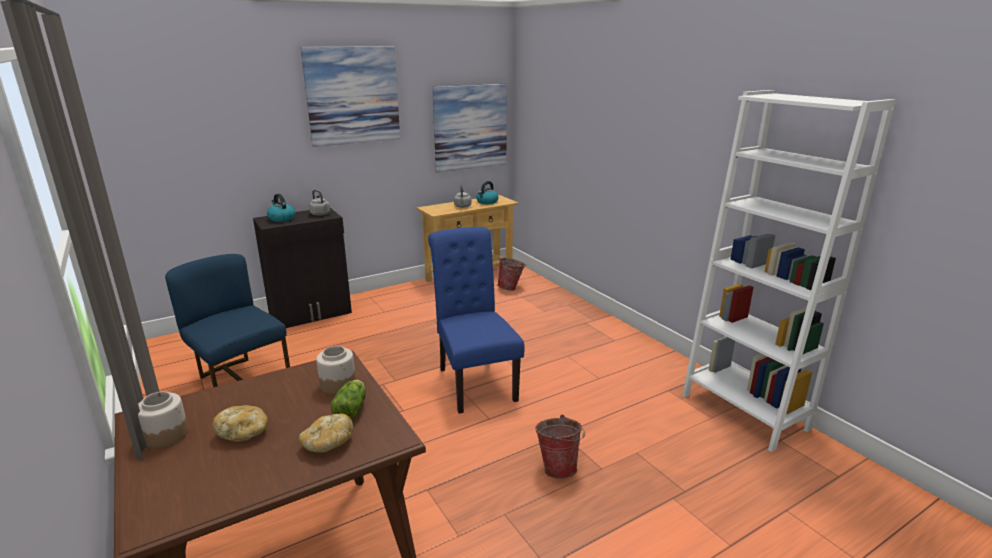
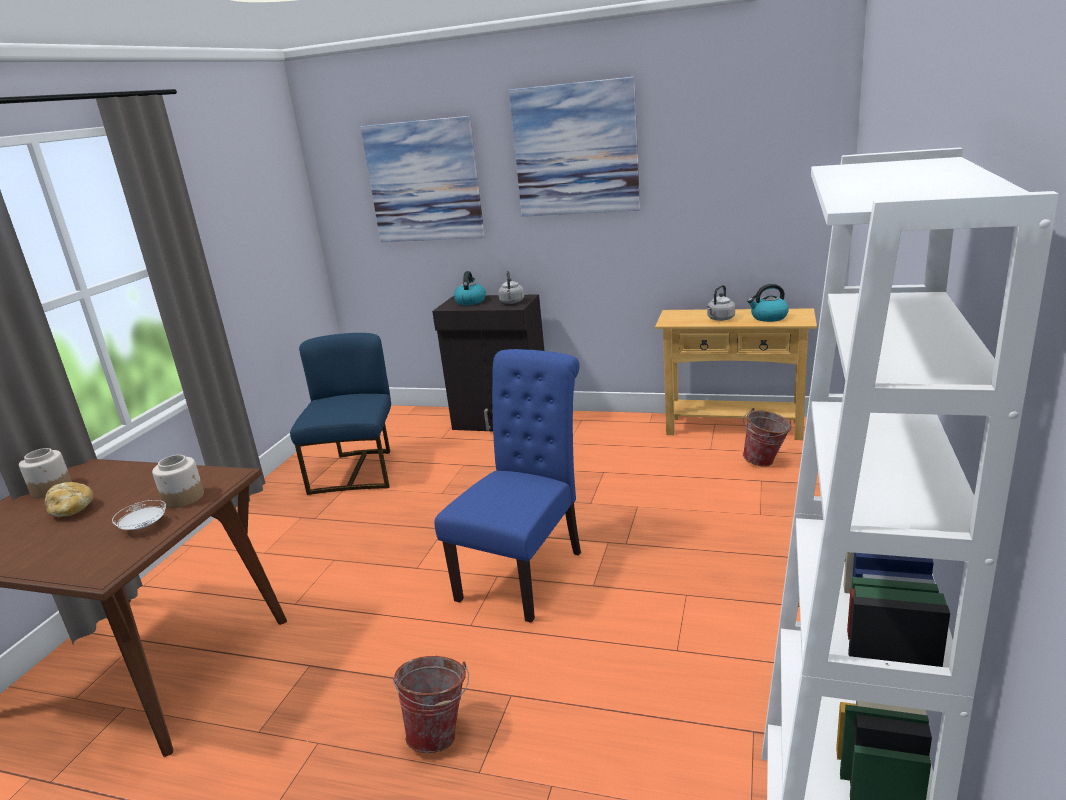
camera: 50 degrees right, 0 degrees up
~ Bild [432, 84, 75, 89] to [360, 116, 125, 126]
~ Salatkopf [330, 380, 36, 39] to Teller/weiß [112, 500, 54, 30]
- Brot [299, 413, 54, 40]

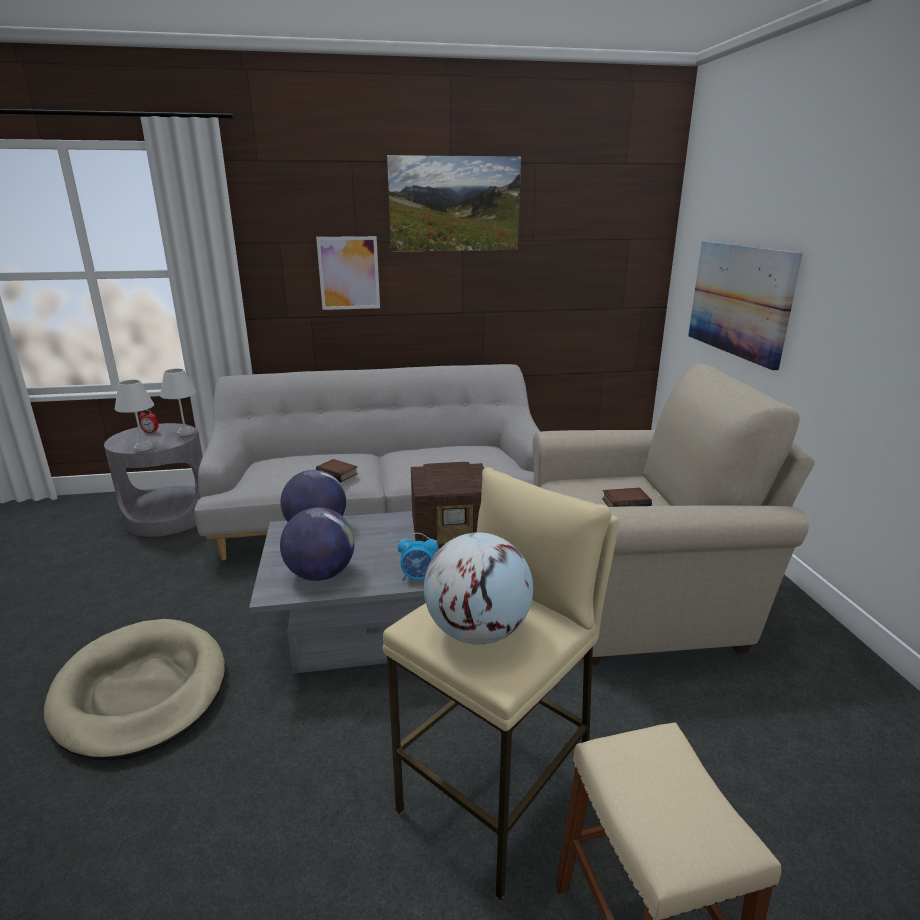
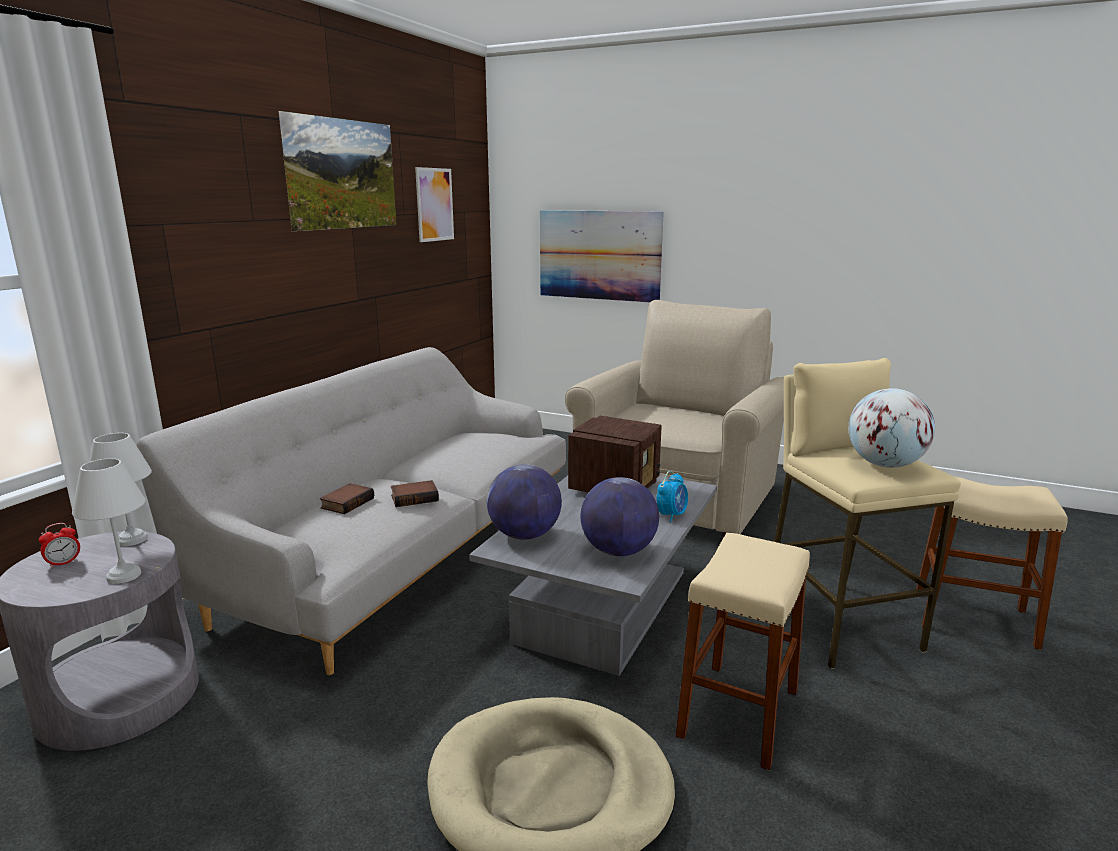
camera: 55 degrees left, 5 degrees down
~ Bild [316, 236, 64, 74] to [415, 167, 39, 75]
~ Buch [602, 488, 50, 19] to [320, 483, 54, 31]
+ Hocker/beige [676, 533, 134, 238]

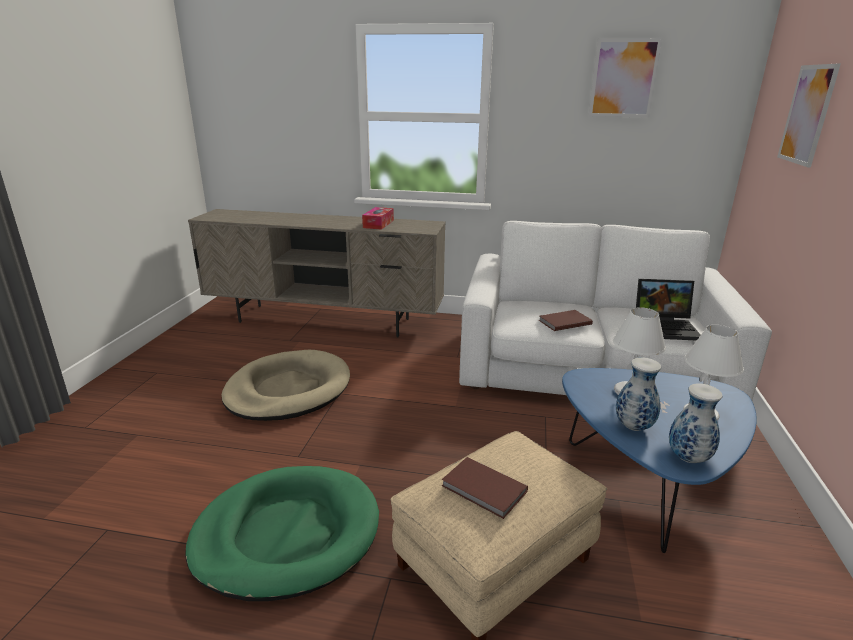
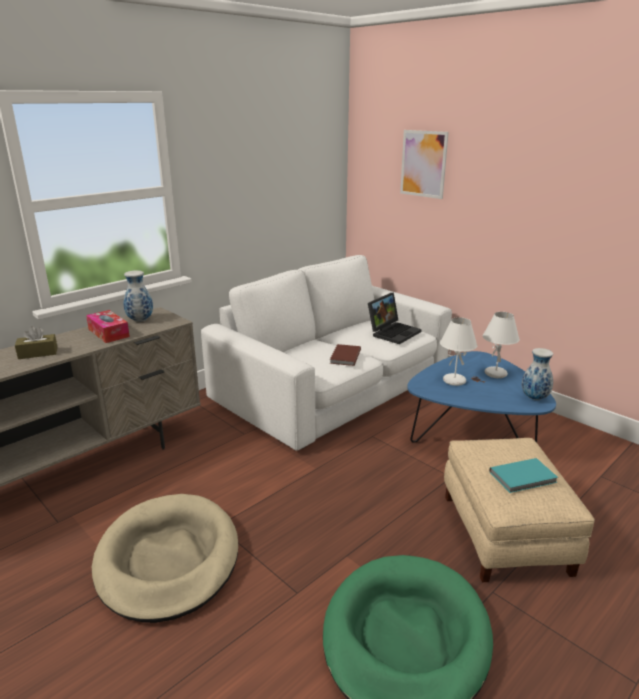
camera: 55 degrees left, 0 degrees up
- Bild [589, 38, 73, 80]
~ Vase [616, 357, 45, 74] to [123, 270, 30, 52]
~ Buch/braun [442, 457, 86, 62] to Buch/türkis [489, 458, 69, 35]
+ Taschentuchbox/braun [15, 326, 43, 33]

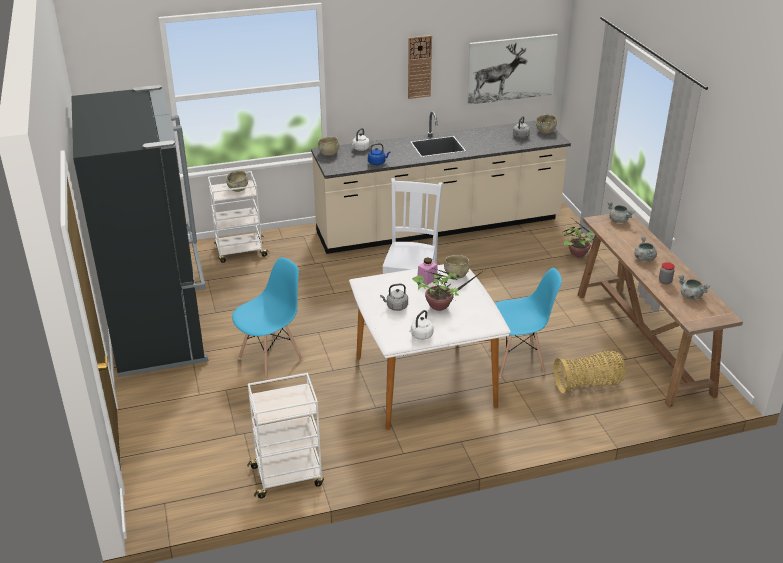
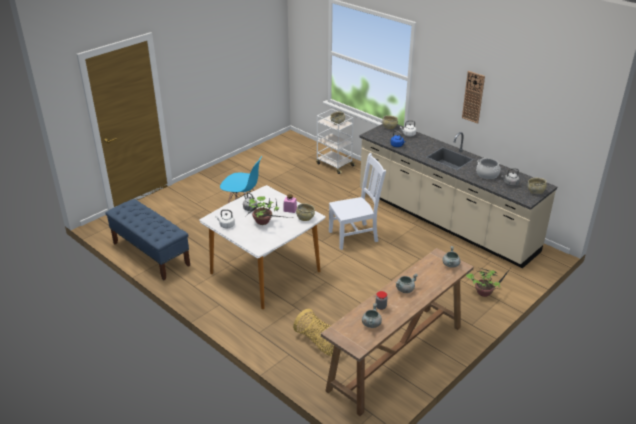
camera: 60 degrees right, 0 degrees up
- Bild [466, 34, 92, 71]
- Kühlschrank/schwarz [71, 85, 138, 292]
- Stuhl/blau [490, 268, 72, 110]
~ Rollwagen/weiß [247, 373, 77, 125] to Bank/blau [106, 199, 84, 81]
+ Kochtopf [476, 158, 25, 21]

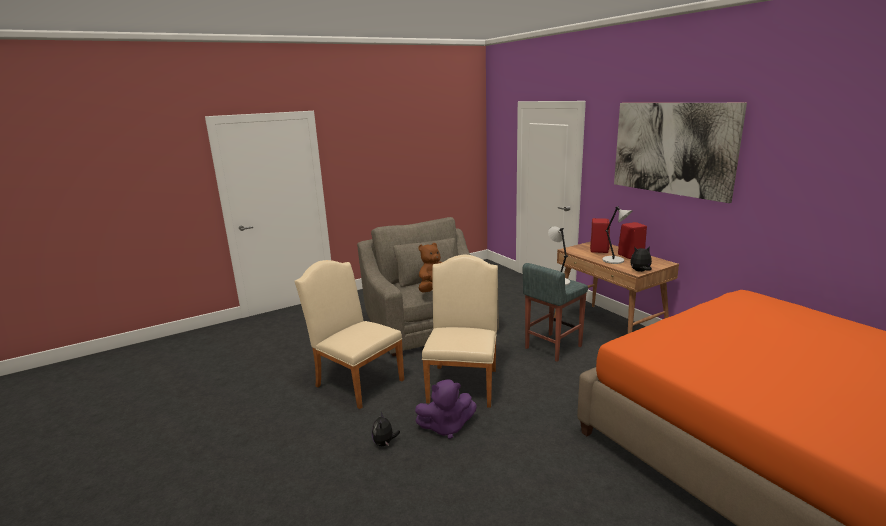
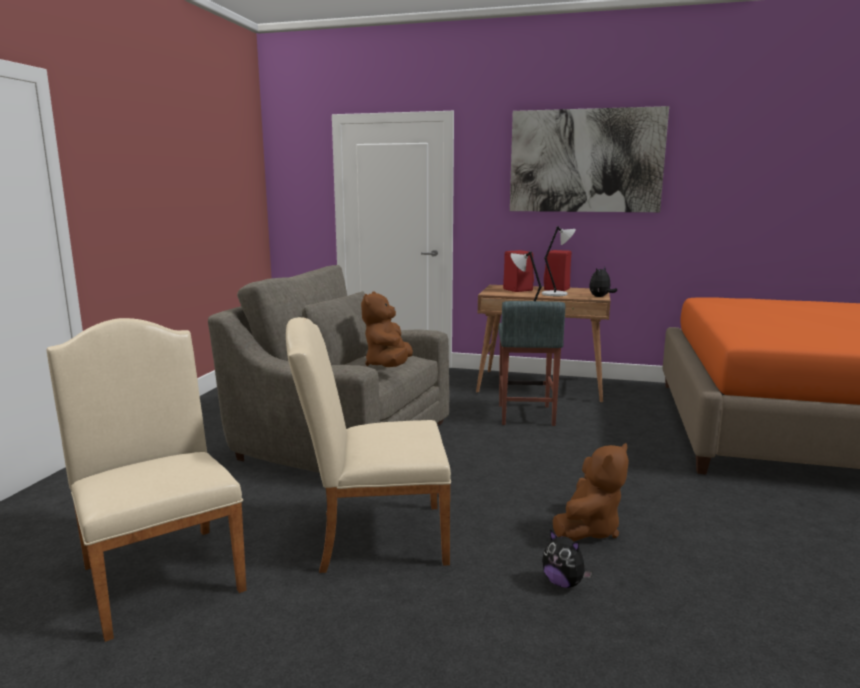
camera: 45 degrees left, 5 degrees down
~ Stuhl/beige [422, 255, 76, 153] to [47, 318, 200, 324]
~ Plüschtier/lila [415, 379, 62, 60] to Plüschtier/braun [553, 443, 76, 99]

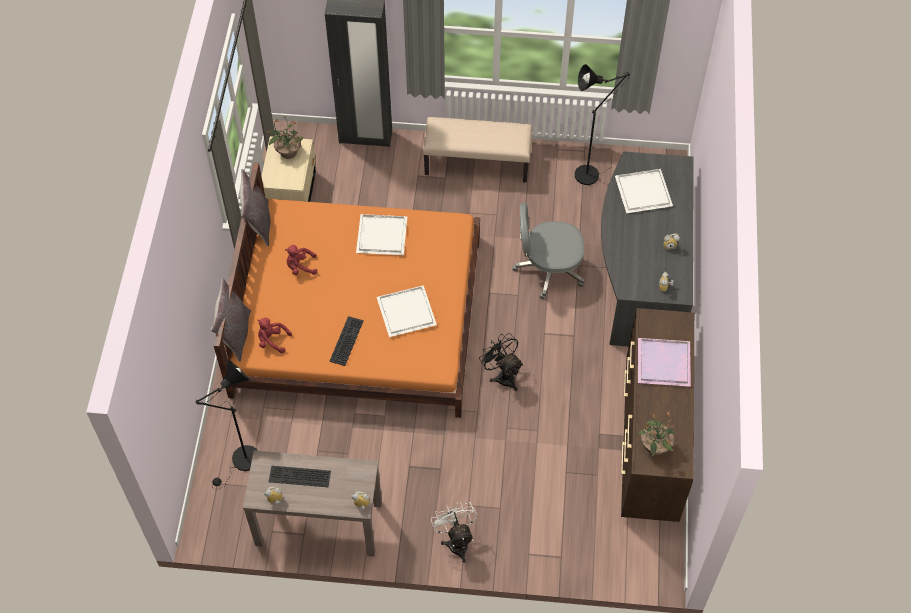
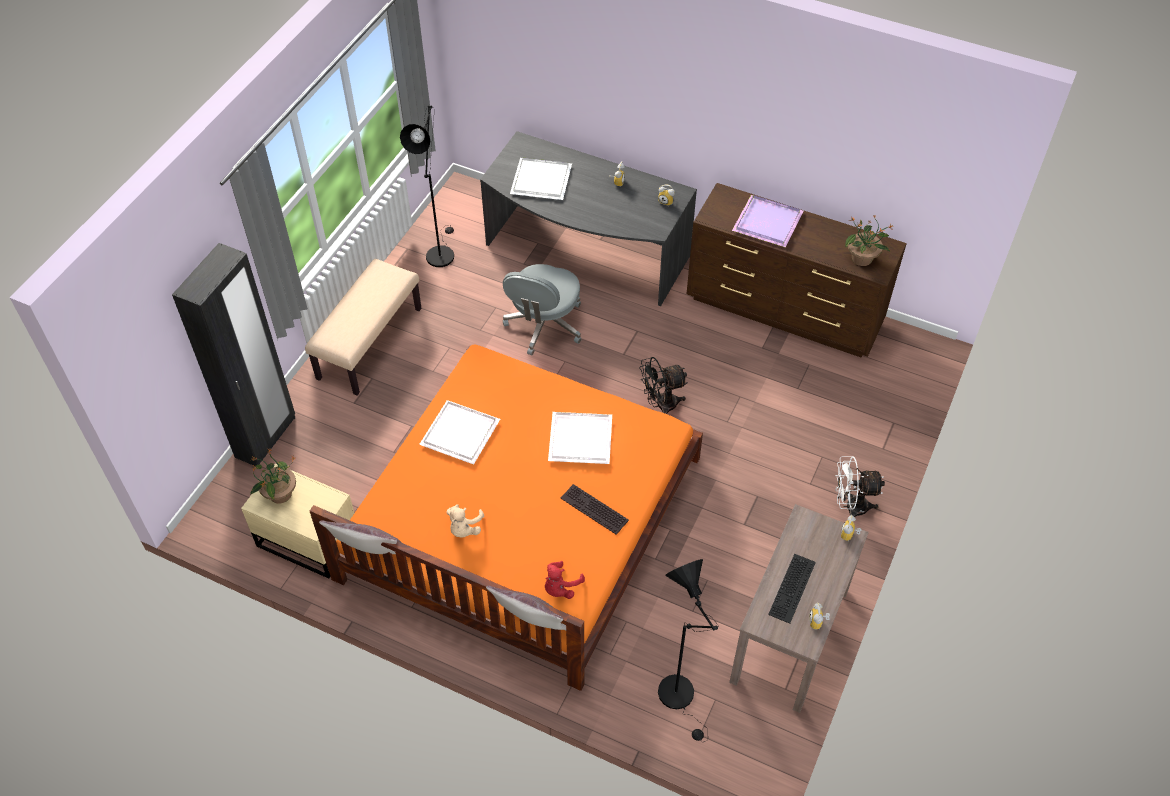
camera: 70 degrees left, 5 degrees down
~ Plüschtier/rot [285, 245, 32, 30] to Plüschtier/beige [446, 504, 38, 33]

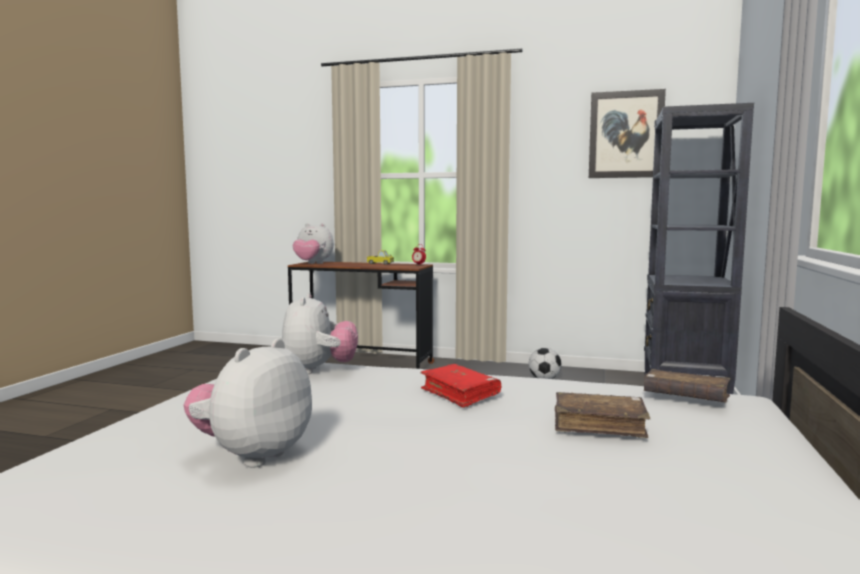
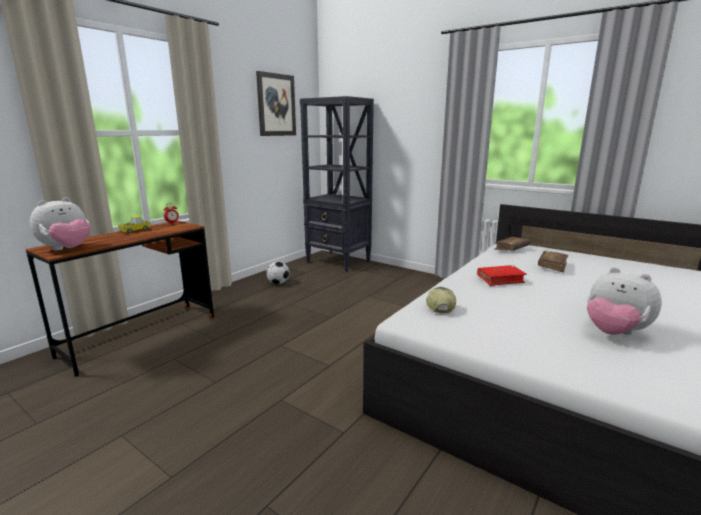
camera: 70 degrees left, 10 degrees up
~ Plüschtier [282, 293, 76, 81] to Kappe [426, 287, 30, 26]

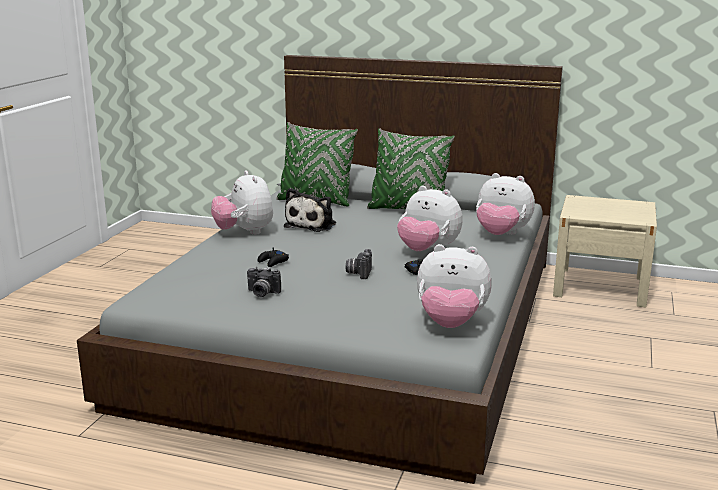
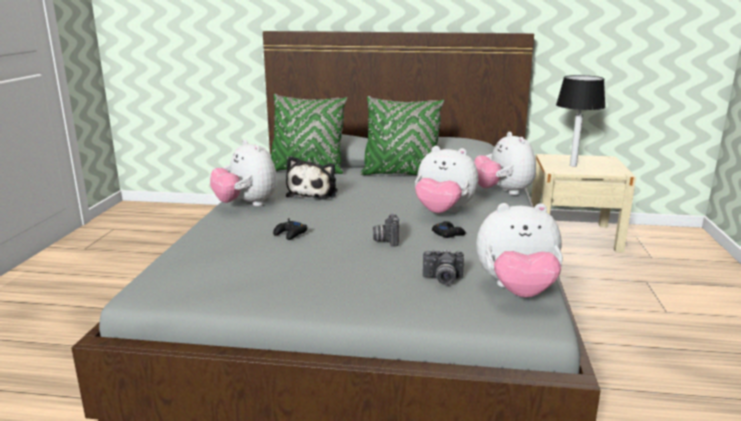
camera: 10 degrees left, 0 degrees up
~ Plüschtier [476, 173, 59, 62] = [474, 132, 62, 63] 60 degrees clockwise
~ Kamera [247, 267, 34, 30] to [423, 249, 41, 36]
+ Tischlampe [556, 75, 50, 92]

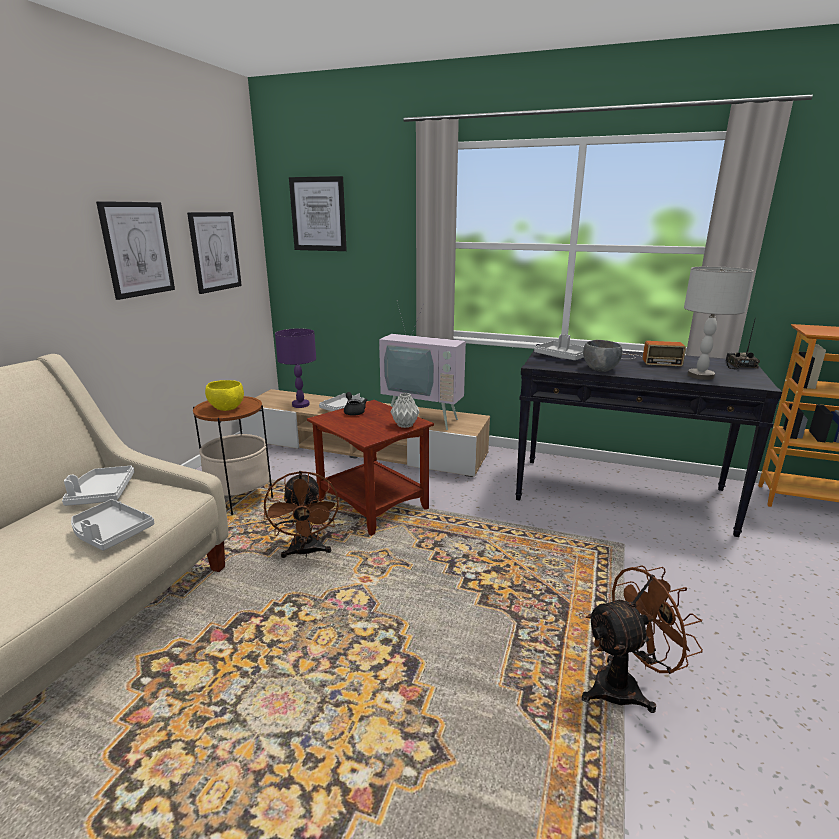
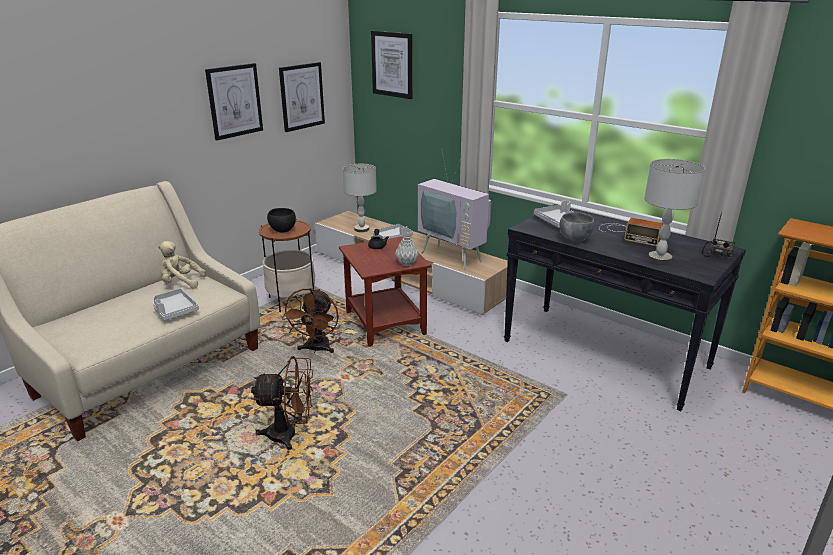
camera: 20 degrees right, 5 degrees up
~ Tischlampe/lila [275, 328, 41, 80] to Tischlampe/grau [343, 164, 34, 68]
~ Schüssel/gelb [205, 380, 39, 31] to Schüssel/schwarz [267, 208, 29, 24]
~ Tablett/weiß [62, 465, 72, 41] to Plüschtier/beige [158, 241, 48, 47]
~ Ventilator/braun [582, 566, 121, 147] to [251, 356, 63, 94]

